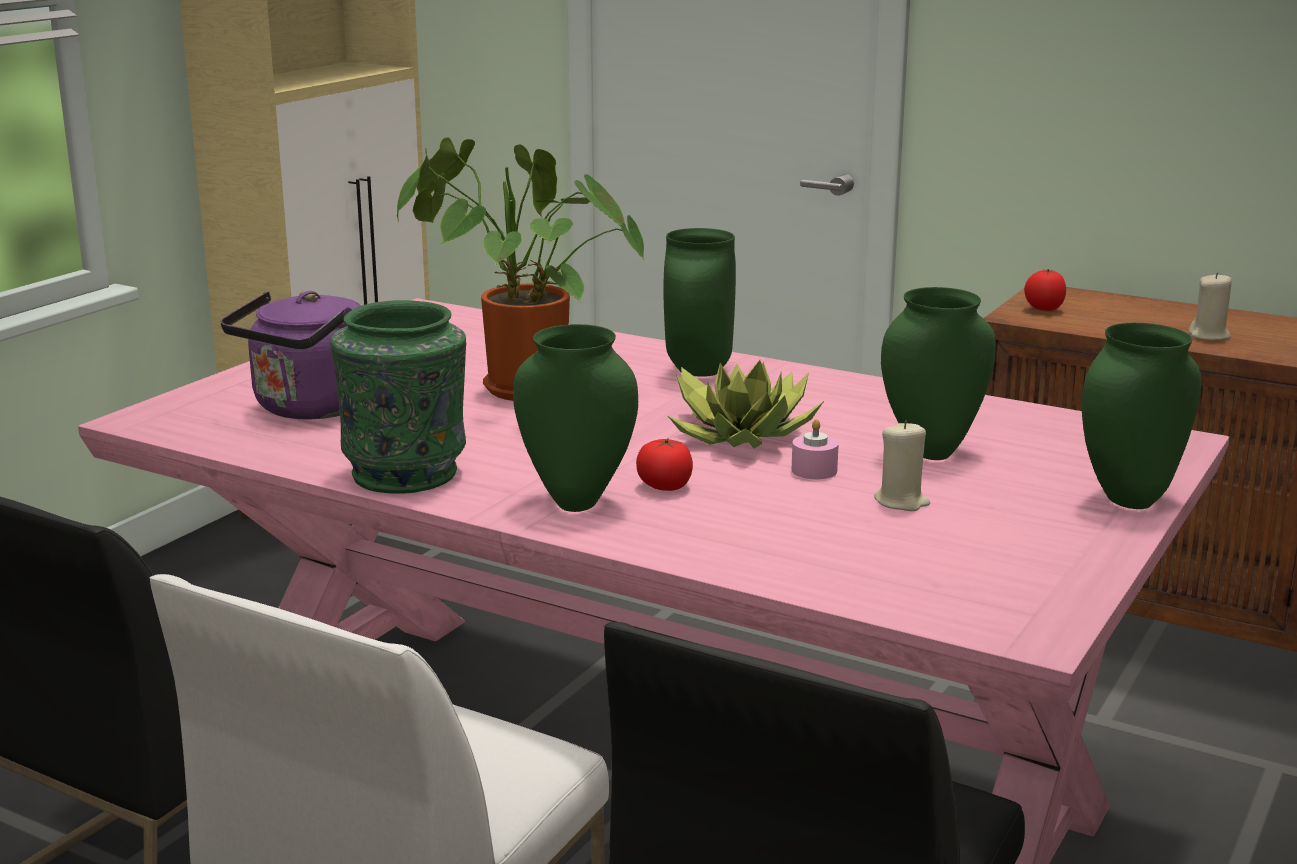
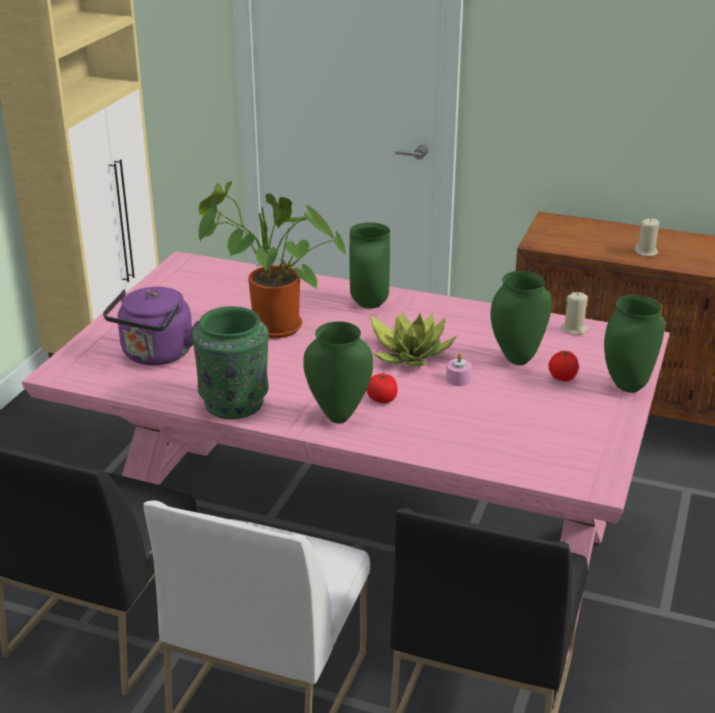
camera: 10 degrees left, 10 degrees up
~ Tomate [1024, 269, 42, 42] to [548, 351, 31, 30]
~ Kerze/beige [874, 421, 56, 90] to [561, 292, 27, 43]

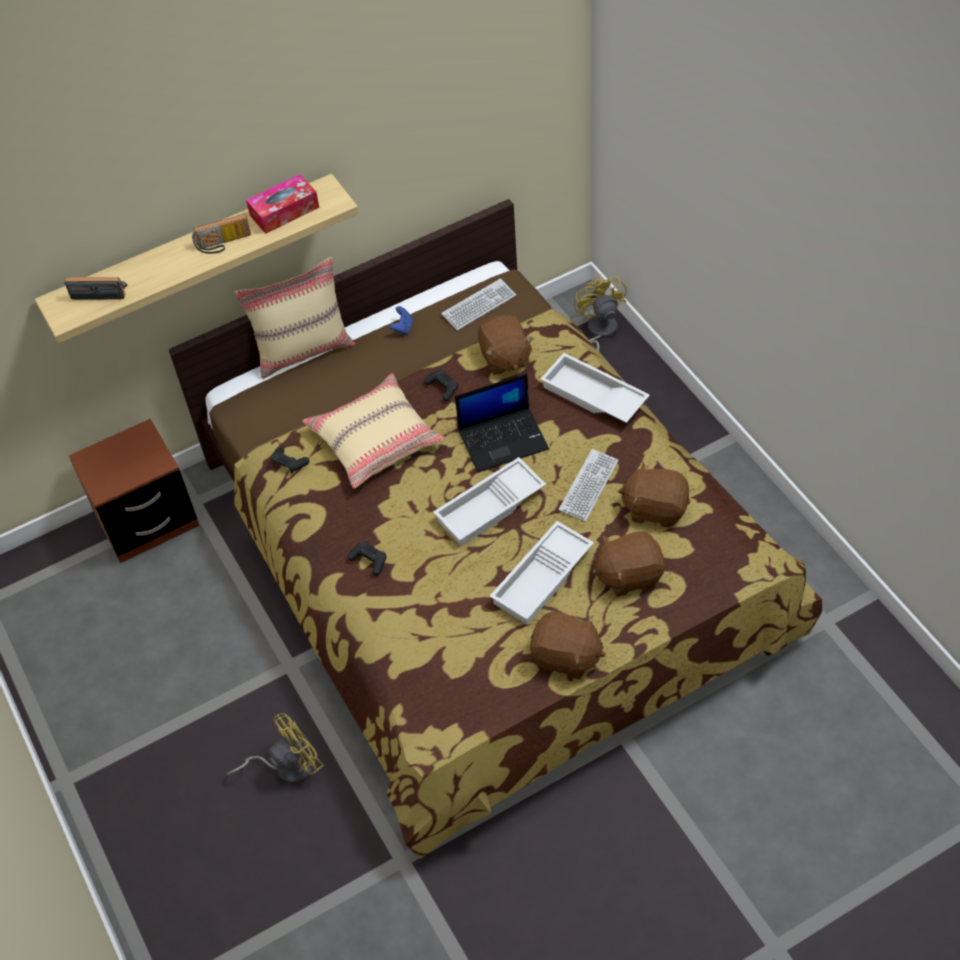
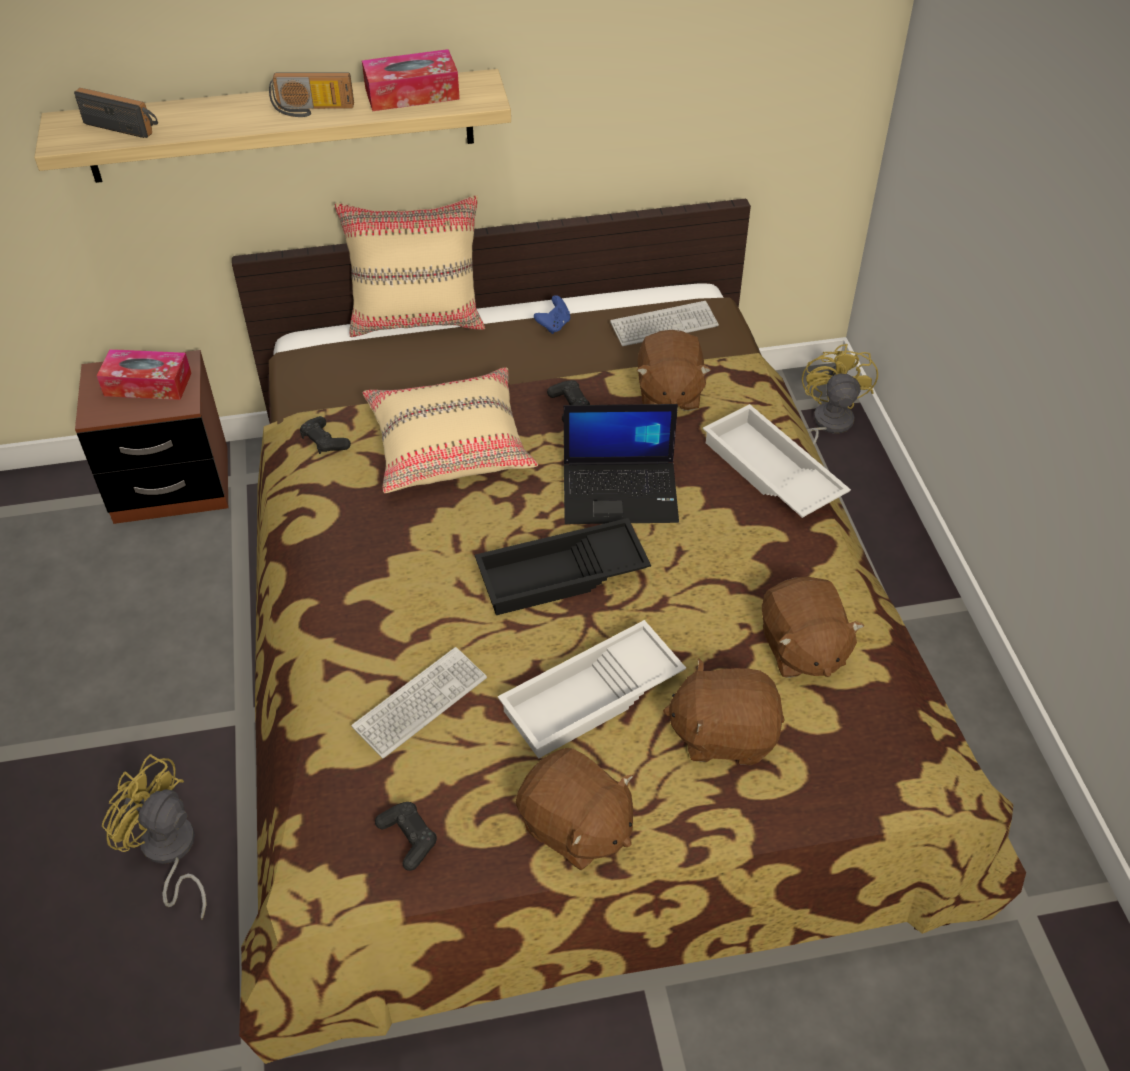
camera: 15 degrees right, 5 degrees down
~ Tastatur [559, 449, 59, 72] to [351, 647, 136, 111]
~ Tablett/weiß [433, 457, 113, 89] to Tablett/schwarz [475, 518, 176, 97]
~ Plüschtier/braun [618, 461, 72, 66] = [762, 577, 102, 101] 135 degrees counterclockwise
~ Gamepad/schwarz [347, 541, 40, 35] to [375, 802, 62, 69]
~ Ventilator/gelb [227, 713, 97, 71] = [102, 754, 105, 166] 135 degrees counterclockwise
+ Taschentuchbox [97, 349, 94, 51]

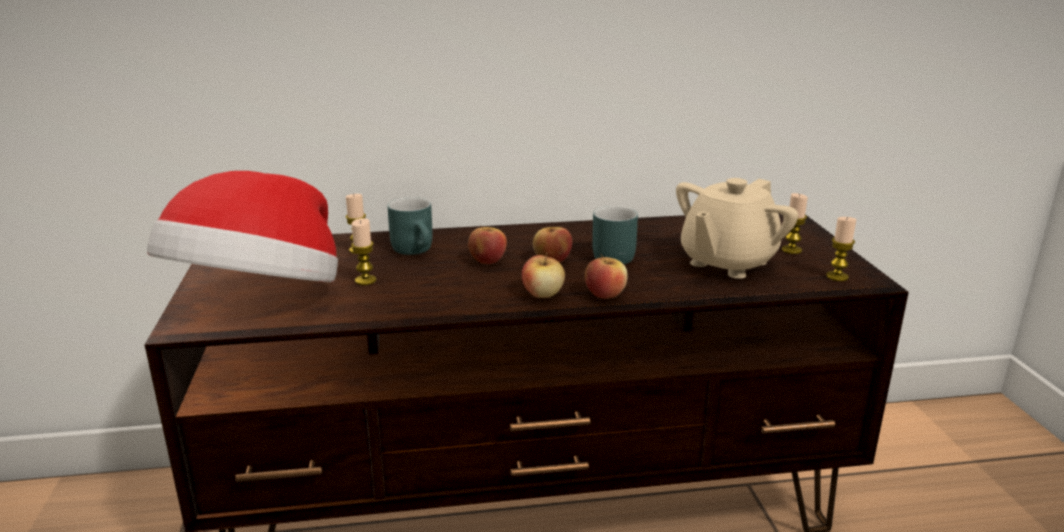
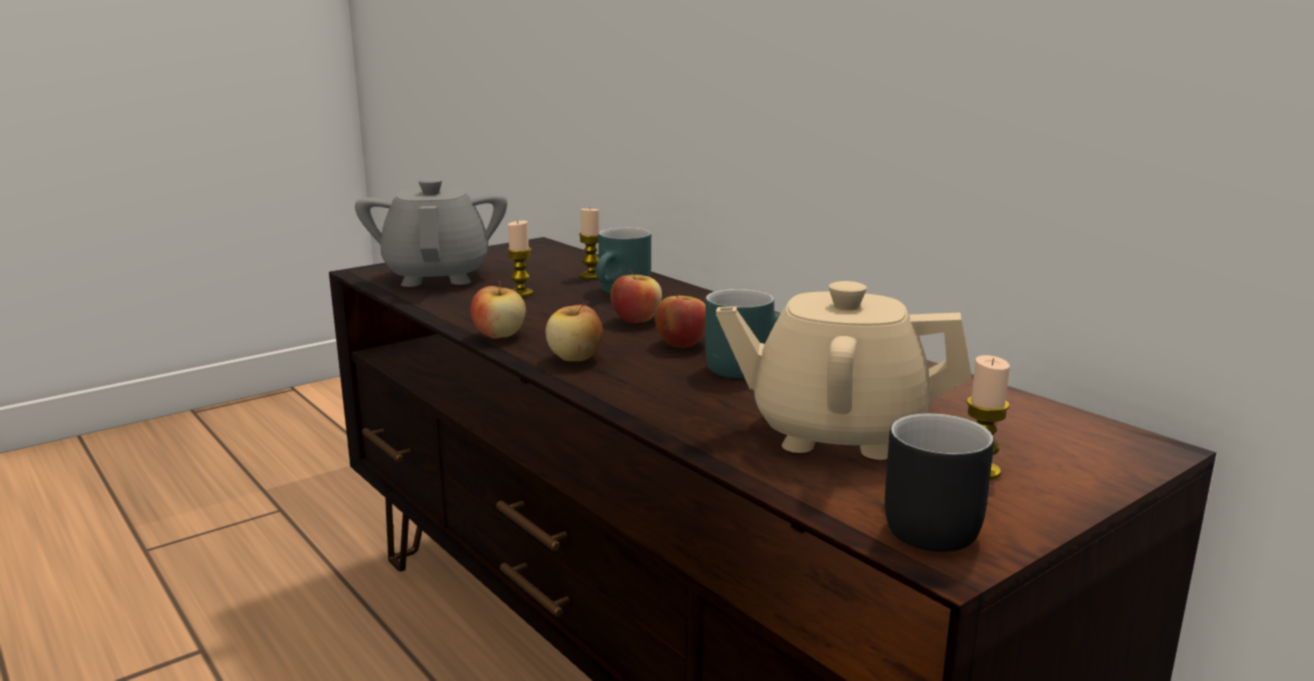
camera: 60 degrees right, 5 degrees down
~ Hut [147, 171, 191, 111] to Teekanne/grau [355, 178, 152, 109]
~ Kerze [826, 217, 30, 64] to Henkelbecher/schwarz [885, 413, 109, 139]
~ Apfel [584, 254, 44, 45] to [470, 281, 56, 58]

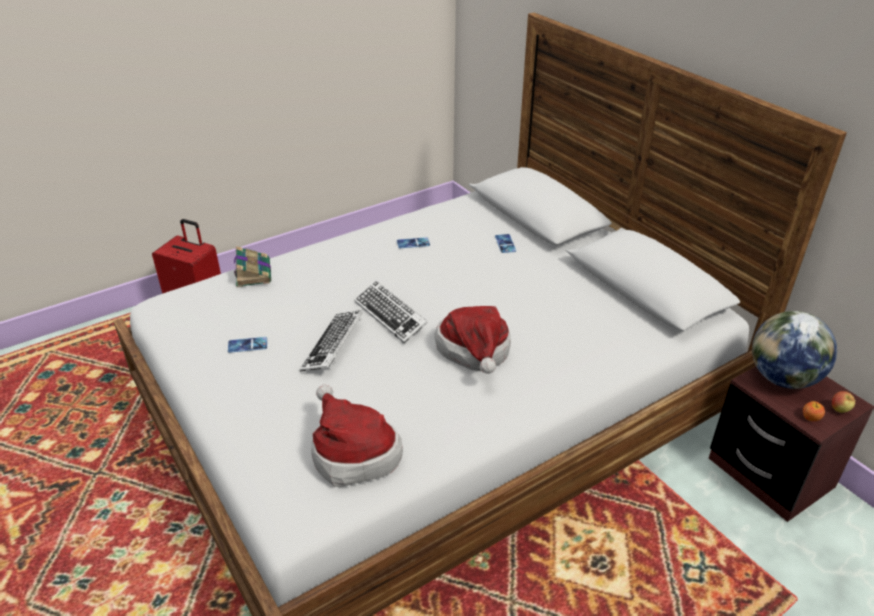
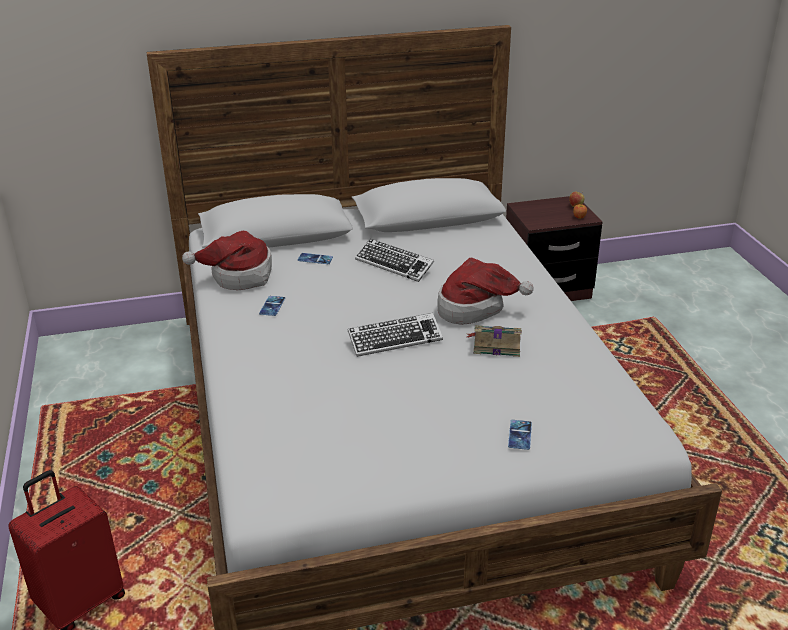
camera: 70 degrees left, 5 degrees down
~ Buch [234, 246, 37, 41] to [467, 325, 55, 32]
~ Tastatur [300, 310, 63, 62] to [355, 239, 79, 43]
- Globus [752, 311, 85, 78]
~ Handy [228, 337, 39, 16] to [508, 420, 24, 30]
~ Hut [311, 384, 92, 103] to [182, 231, 90, 59]

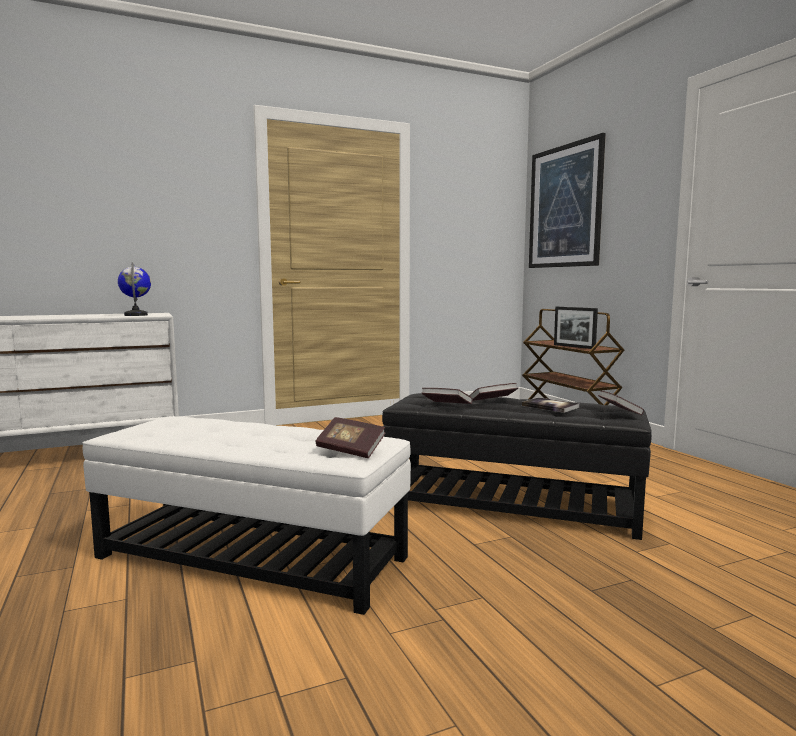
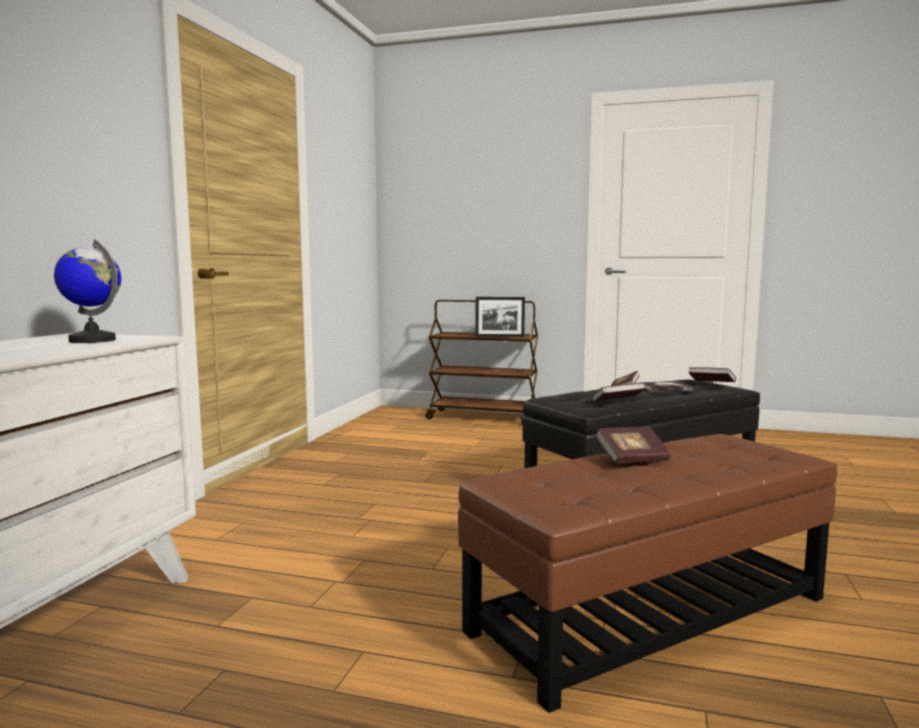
camera: 50 degrees left, 0 degrees up
- Bild [529, 133, 77, 135]
~ Polsterhocker/weiß [82, 416, 329, 199] to Polsterhocker/braun [458, 434, 379, 279]
~ Buch [315, 417, 71, 41] to [595, 427, 76, 36]

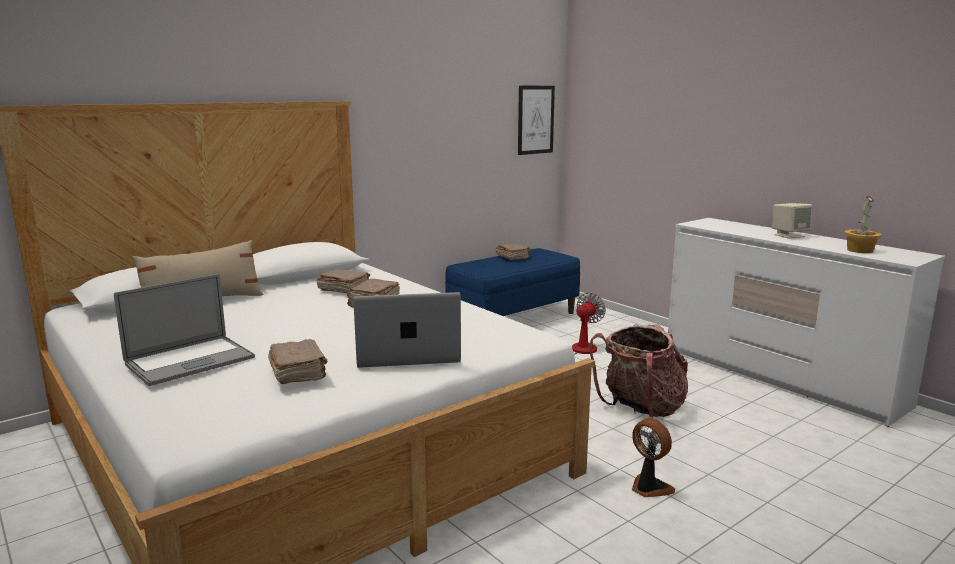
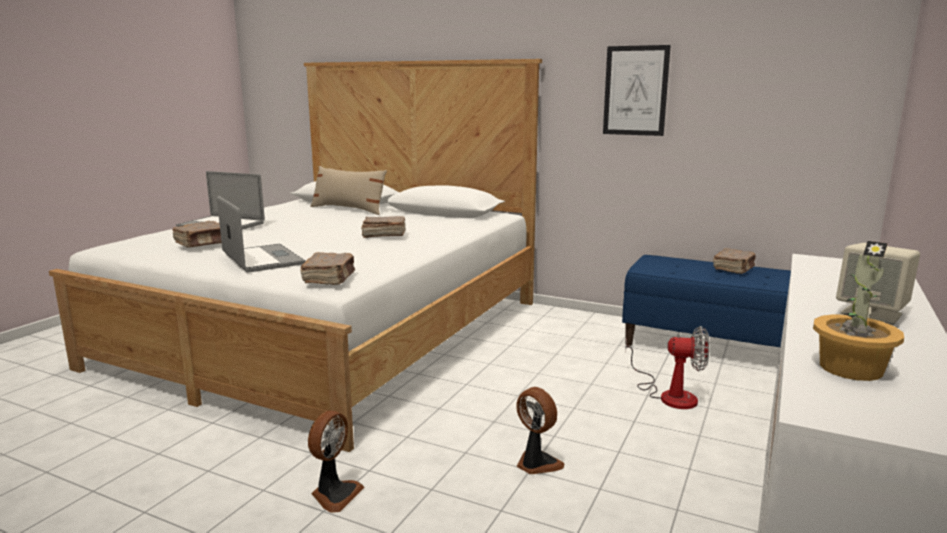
camera: 65 degrees right, 0 degrees up
~ Bild [518, 86, 37, 69] to [603, 45, 68, 91]
~ Buch/braun [317, 269, 53, 24] to [300, 252, 55, 33]
~ Rucksack [590, 324, 98, 94] to Ventilator [516, 387, 48, 87]

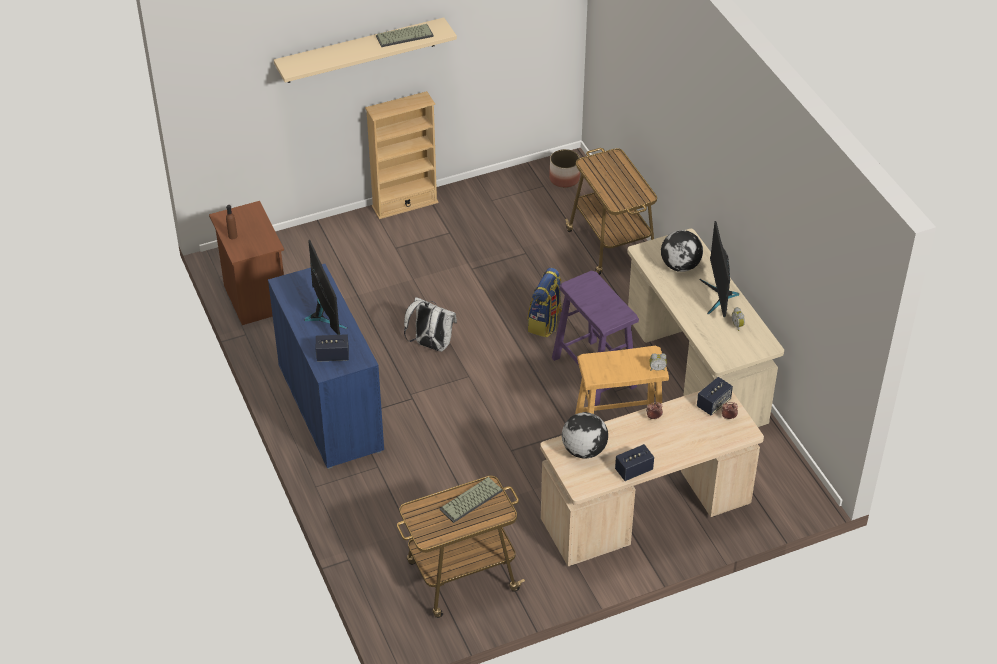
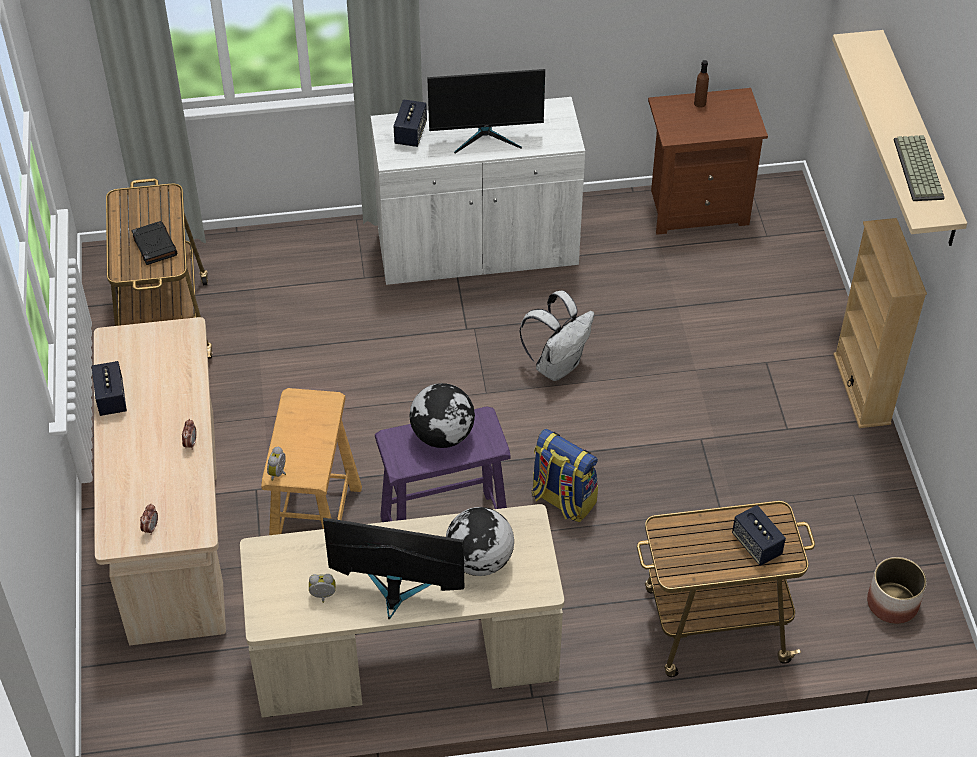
camera: 105 degrees right, 5 degrees up
~ Schrank/blau [268, 264, 116, 205] to Schrank/weiß [371, 97, 214, 188]
~ Lautsprecher [697, 377, 36, 38] to [732, 505, 54, 61]
~ Globus [562, 412, 46, 46] to [409, 383, 66, 65]
~ Tastatur [439, 477, 64, 46] to Buch/schwarz [131, 221, 46, 44]

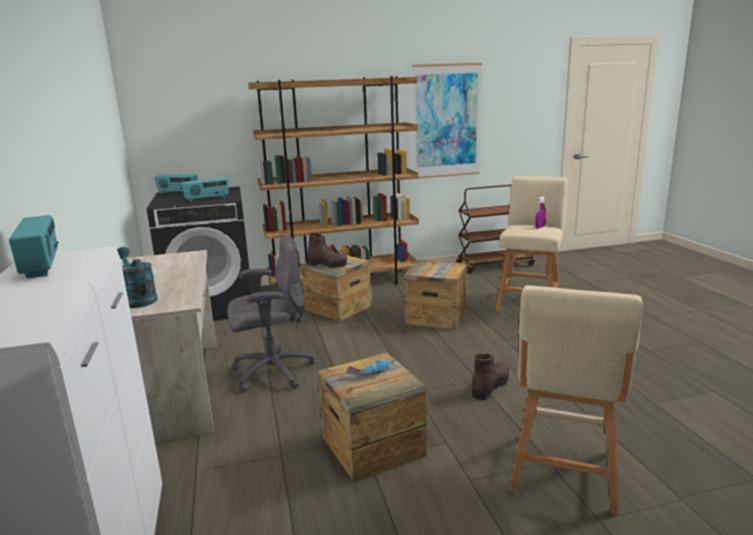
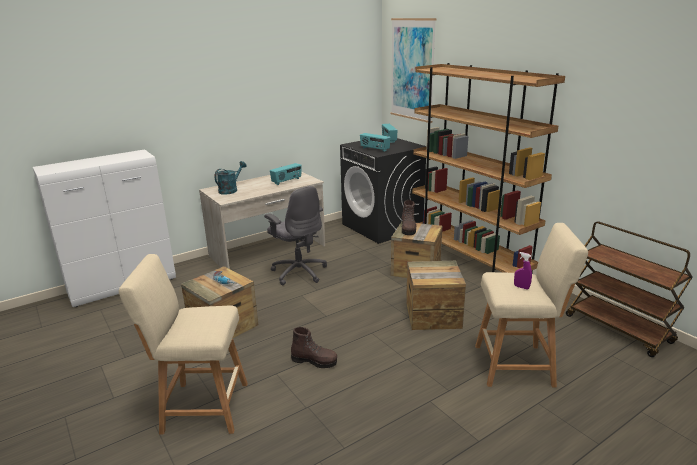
camera: 70 degrees right, 5 degrees up
~ Bild [412, 63, 70, 116] to [390, 18, 47, 105]
~ Radio [9, 215, 50, 63] to [270, 163, 32, 22]

